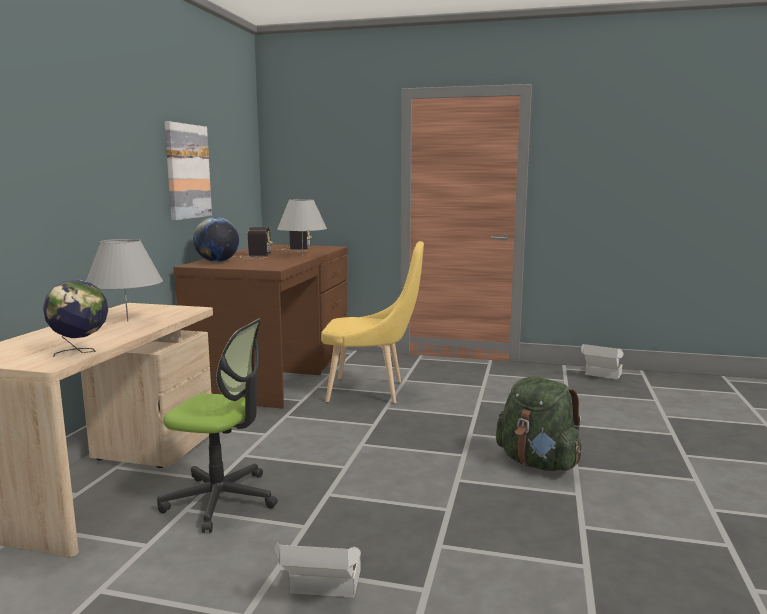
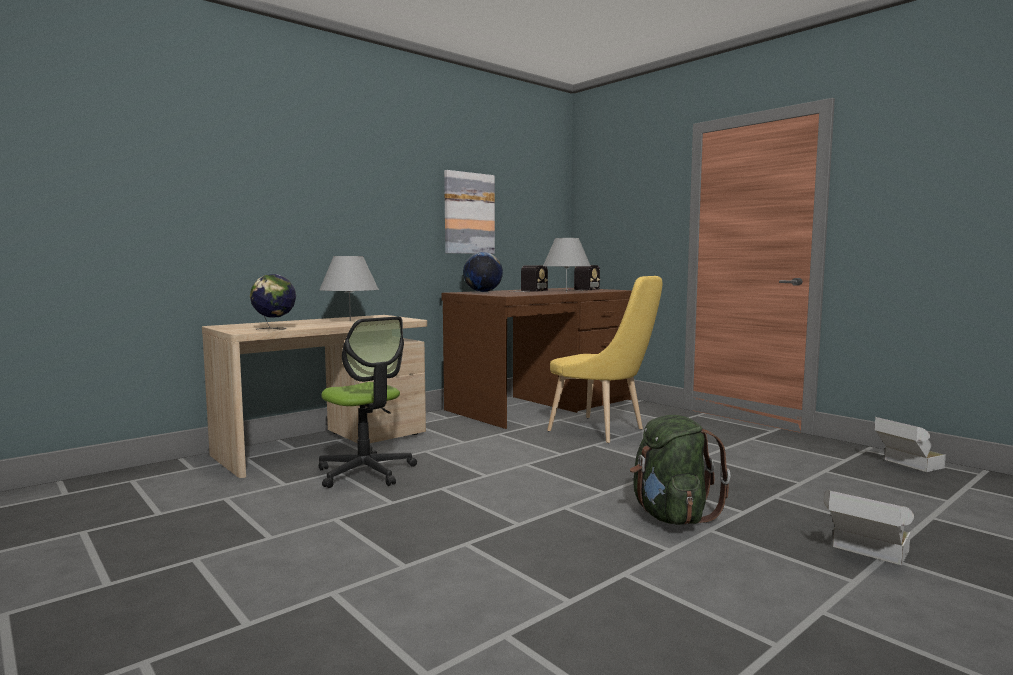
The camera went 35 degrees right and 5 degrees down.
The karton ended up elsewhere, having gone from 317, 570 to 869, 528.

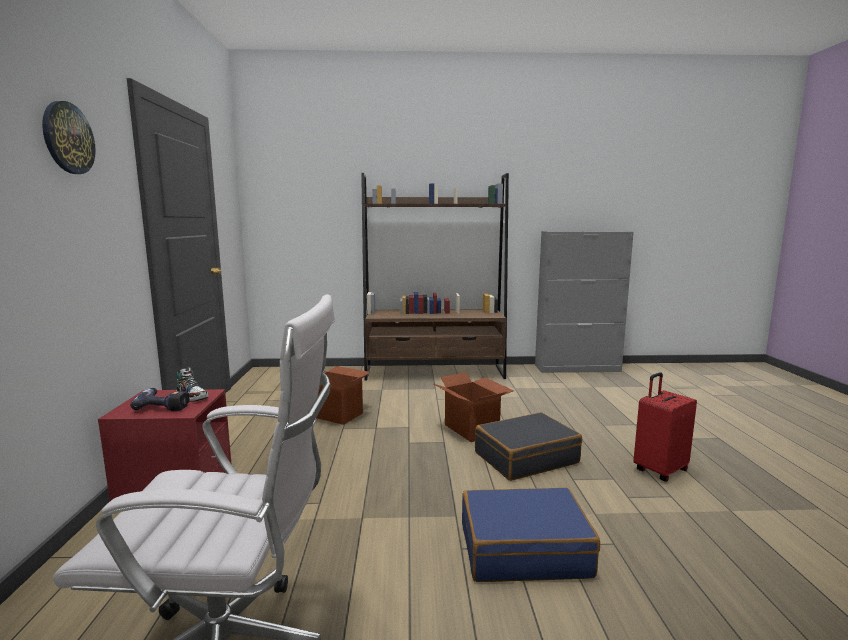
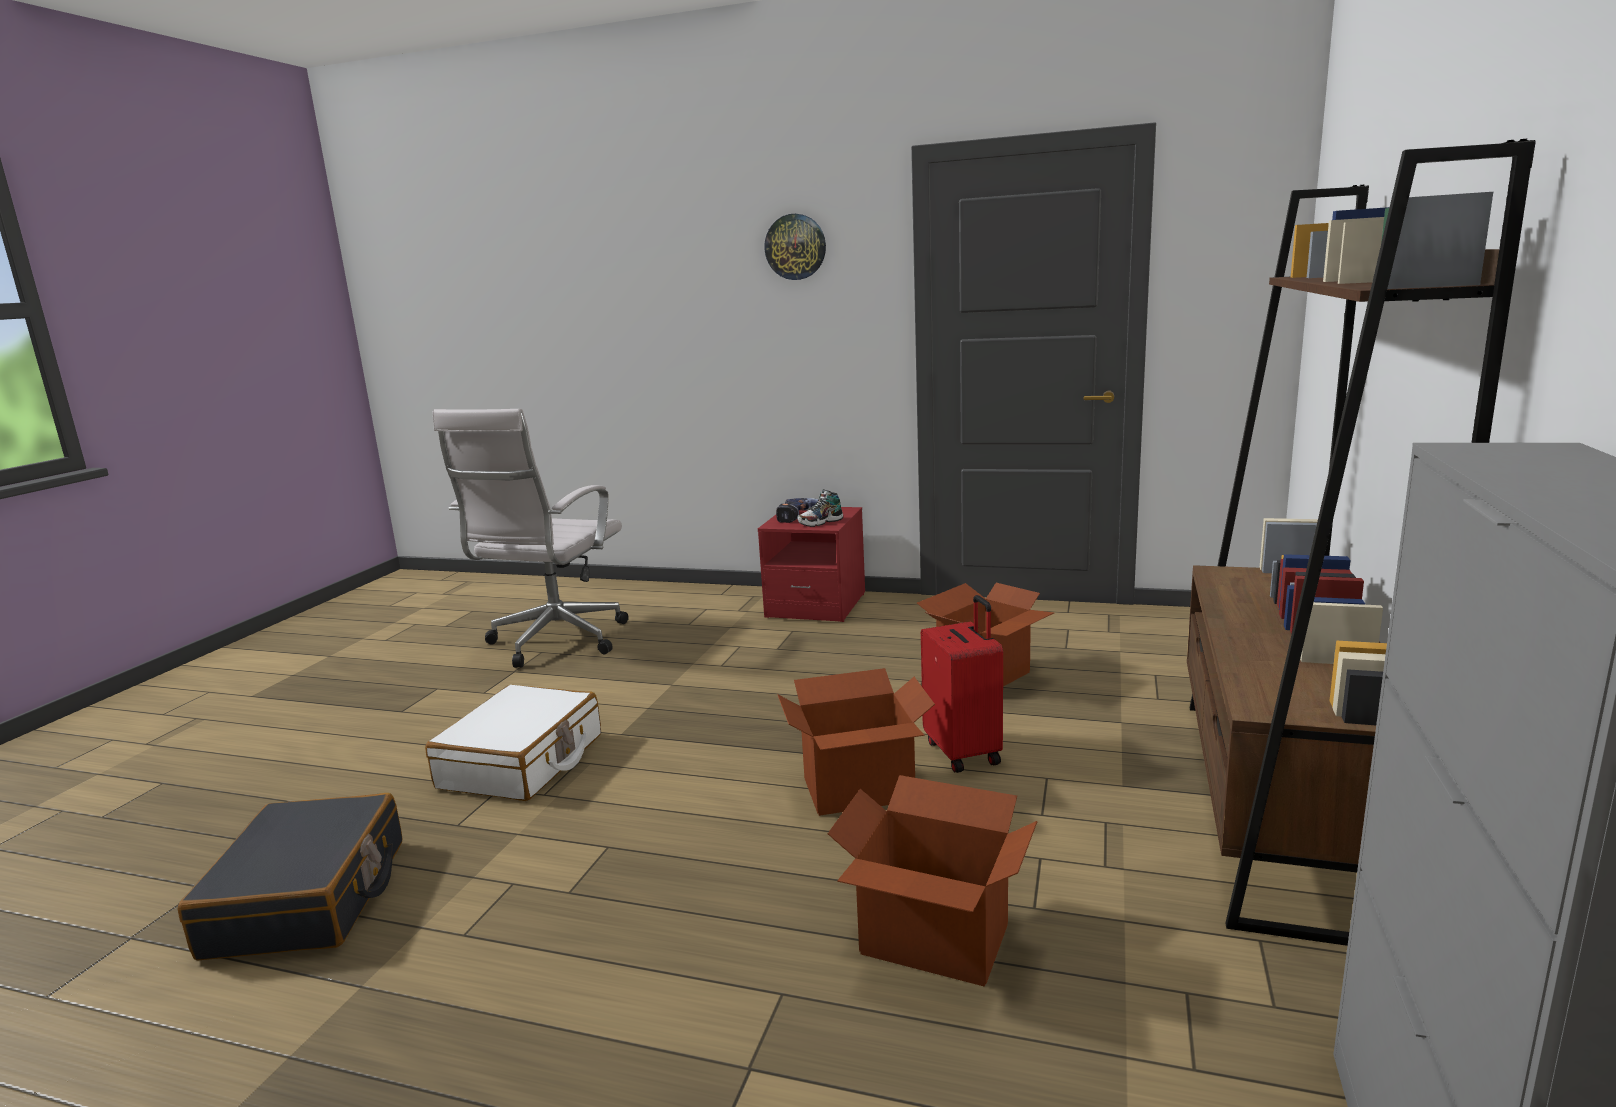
The camera went 110 degrees right and 5 degrees up.
The walizka/czerwony ended up elsewhere, having gone from 665, 427 to 962, 684.
The walizka/czarny ended up elsewhere, having gone from 528, 446 to 290, 876.
What was the walizka/niebieski at 531, 534 turned into the walizka/biały at 513, 743.
The second view gained the karton at 932, 881.

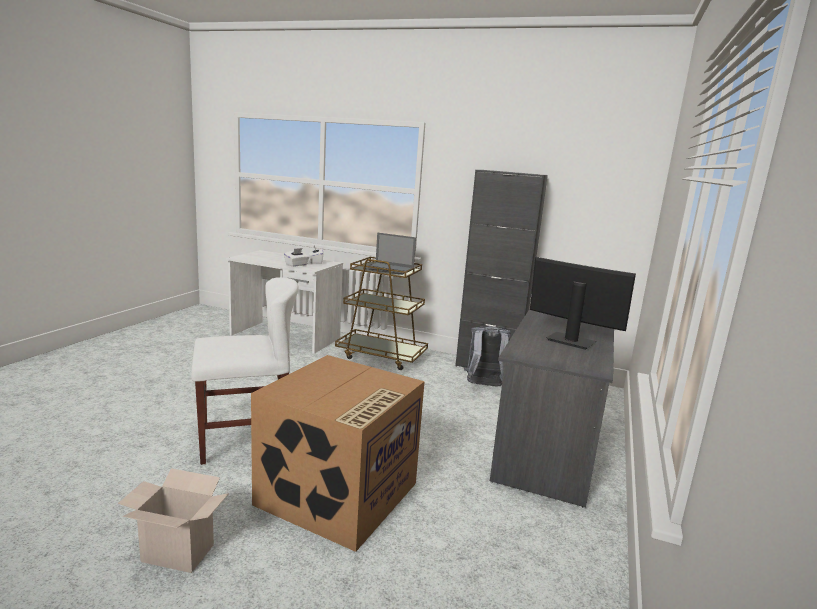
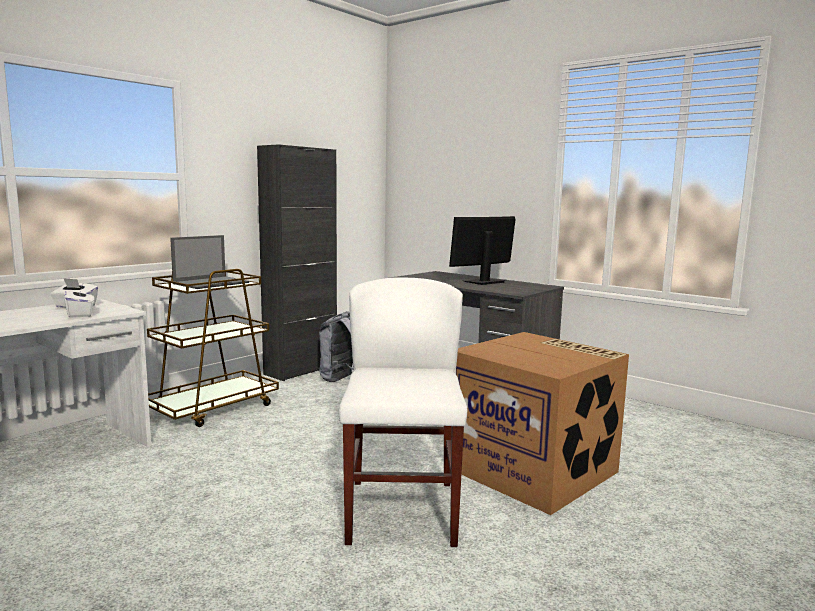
The camera went 70 degrees left and 5 degrees down.
The second view lost the karton at 173, 520.

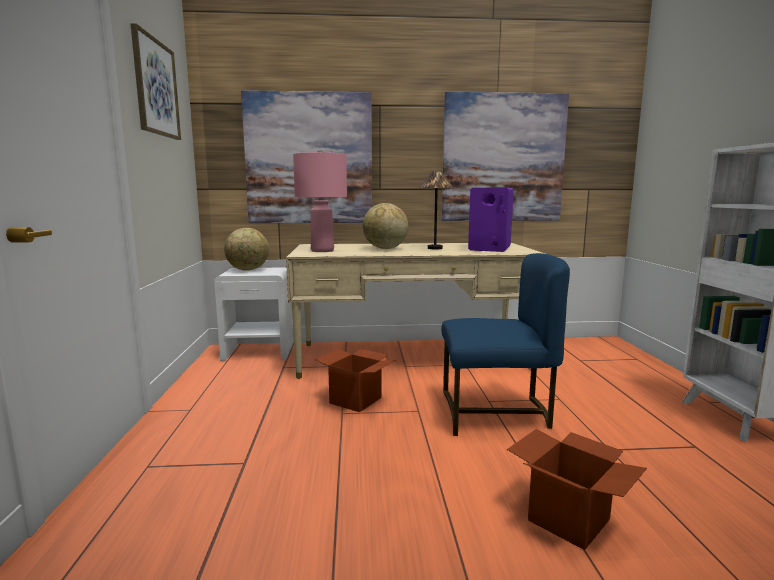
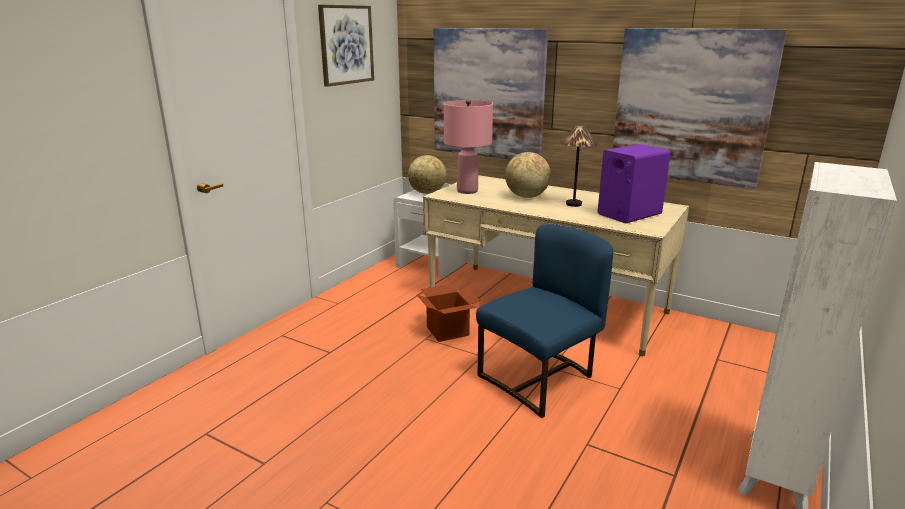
The camera went 35 degrees right and 10 degrees up.
The krzesło/niebieski at 505, 344 ended up facing another way, 75 degrees counterclockwise from before.
The second view lost the karton at 577, 489.

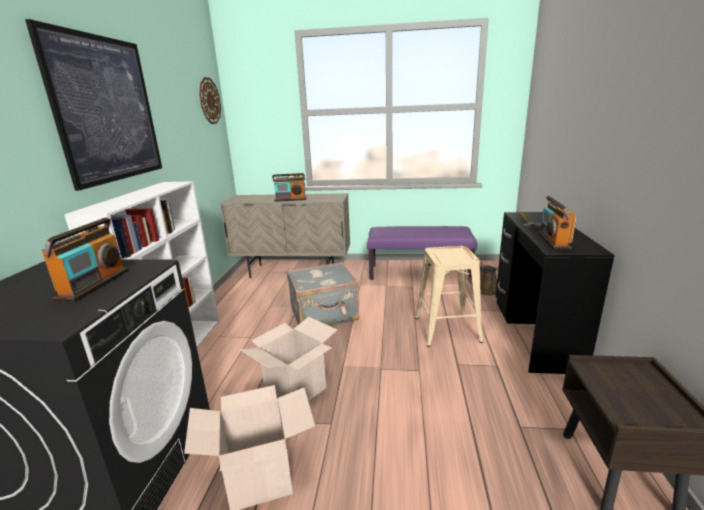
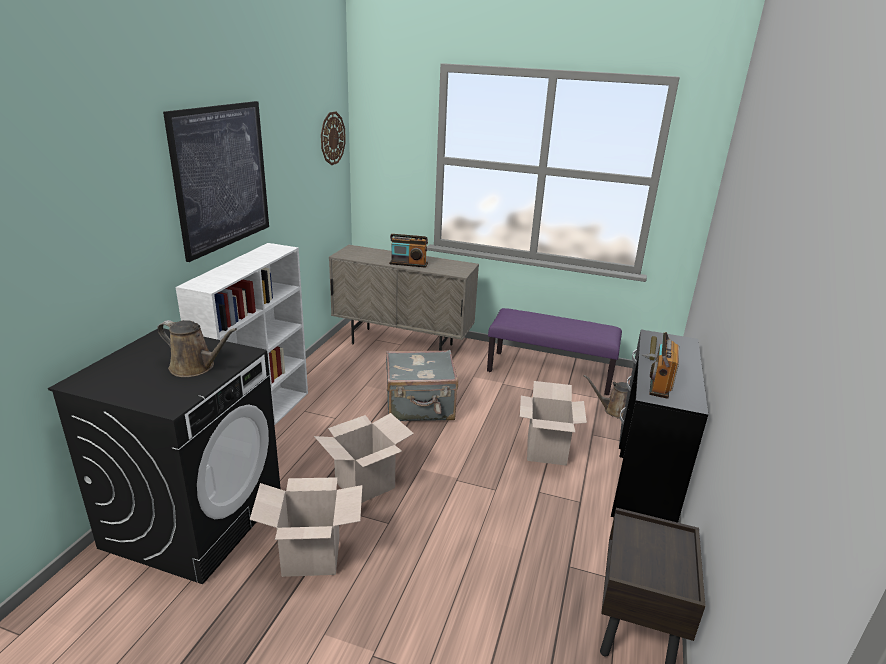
The camera went 10 degrees right and 5 degrees up.
Where the radio stood at 85, 260, the konewka/brązowy came to stand at 197, 348.
Where the stołek/beżowy stood at 449, 296, the karton came to stand at 553, 423.

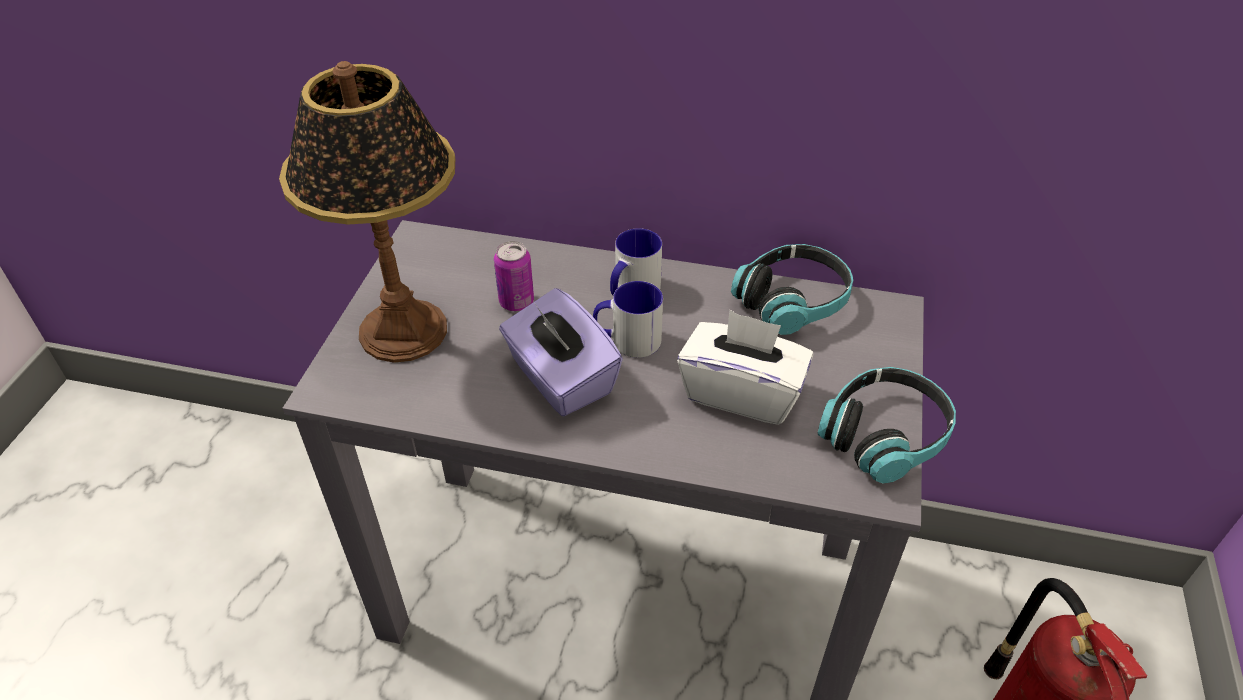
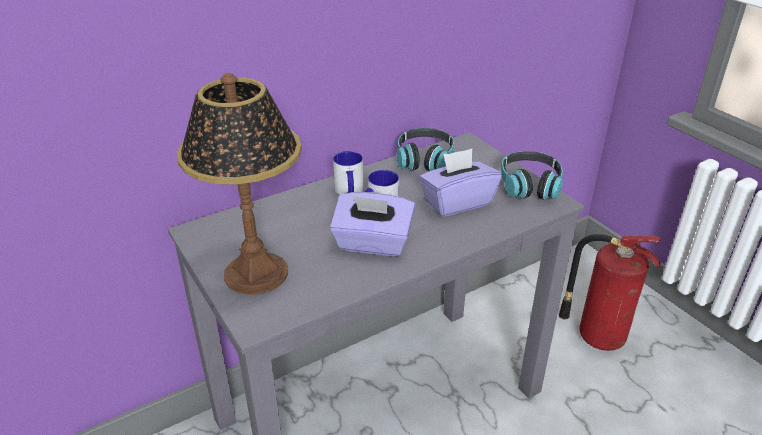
The camera went 45 degrees left and 10 degrees down.
The second view lost the puszka at 514, 276.
What was the pudełko chusteczek/biały at 745, 367 turned into the pudełko chusteczek/fioletowy at 460, 183.

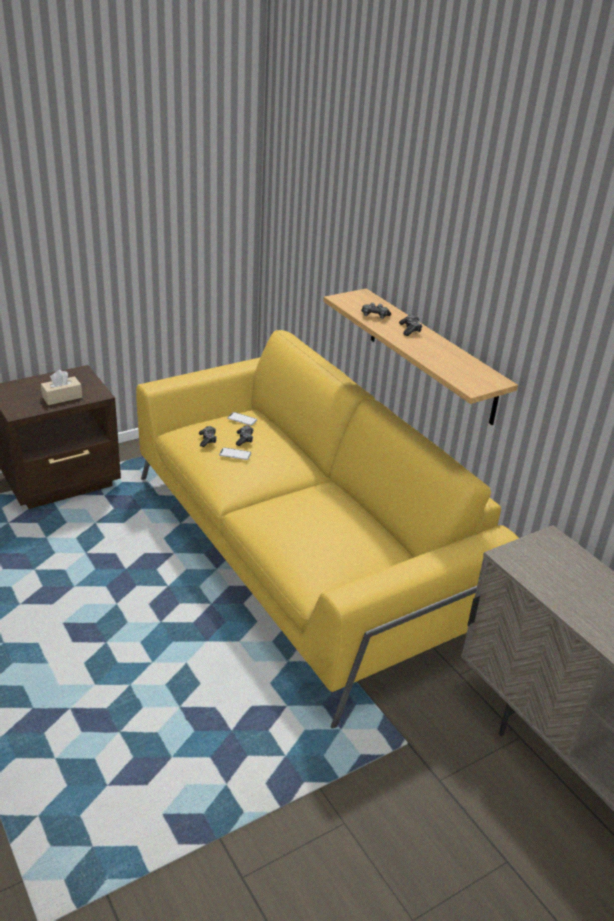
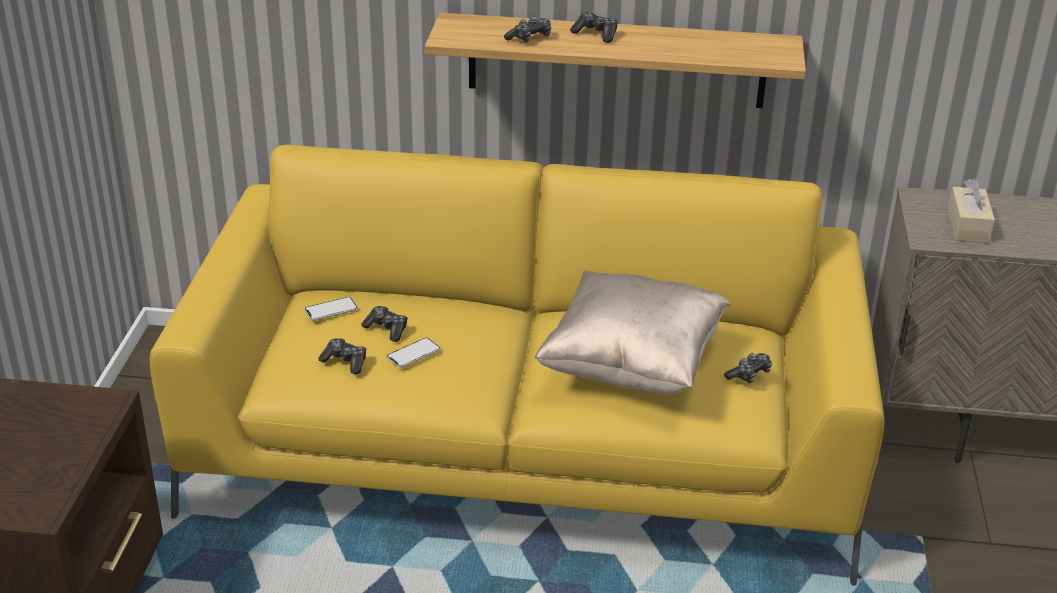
The camera went 50 degrees left and 0 degrees up.
The pudełko chusteczek/beżowy ended up elsewhere, having gone from 61, 387 to 971, 210.
The second view gained the poduszka/beżowy at 633, 332.
The second view gained the pad do gier at 748, 368.

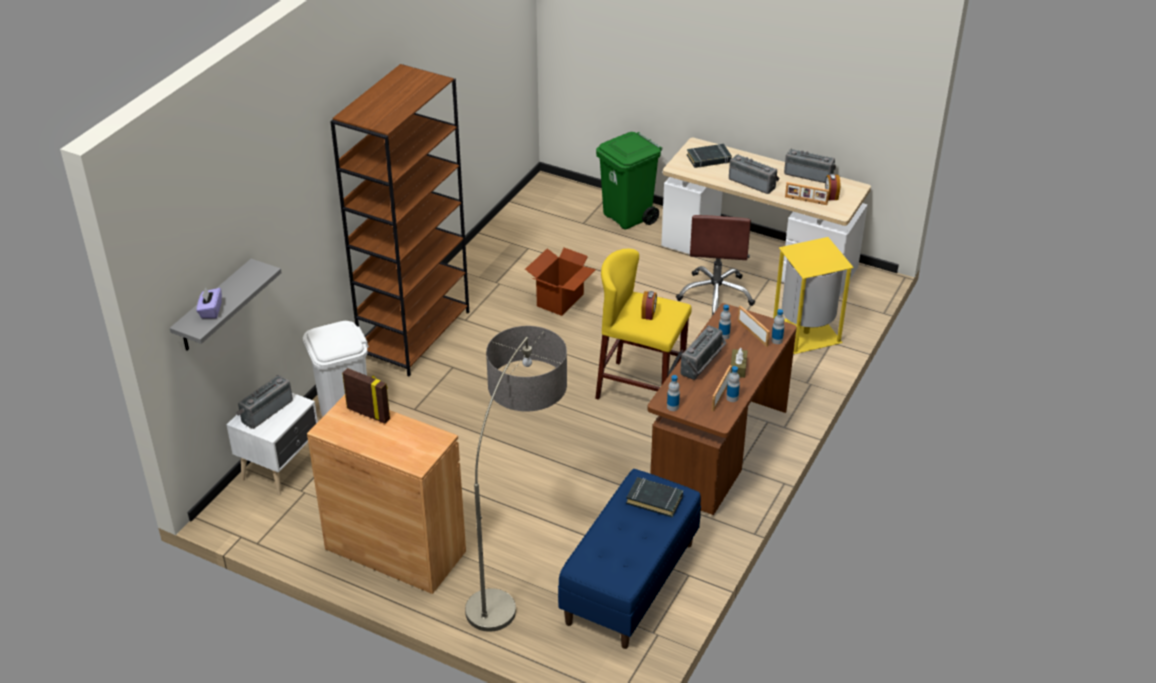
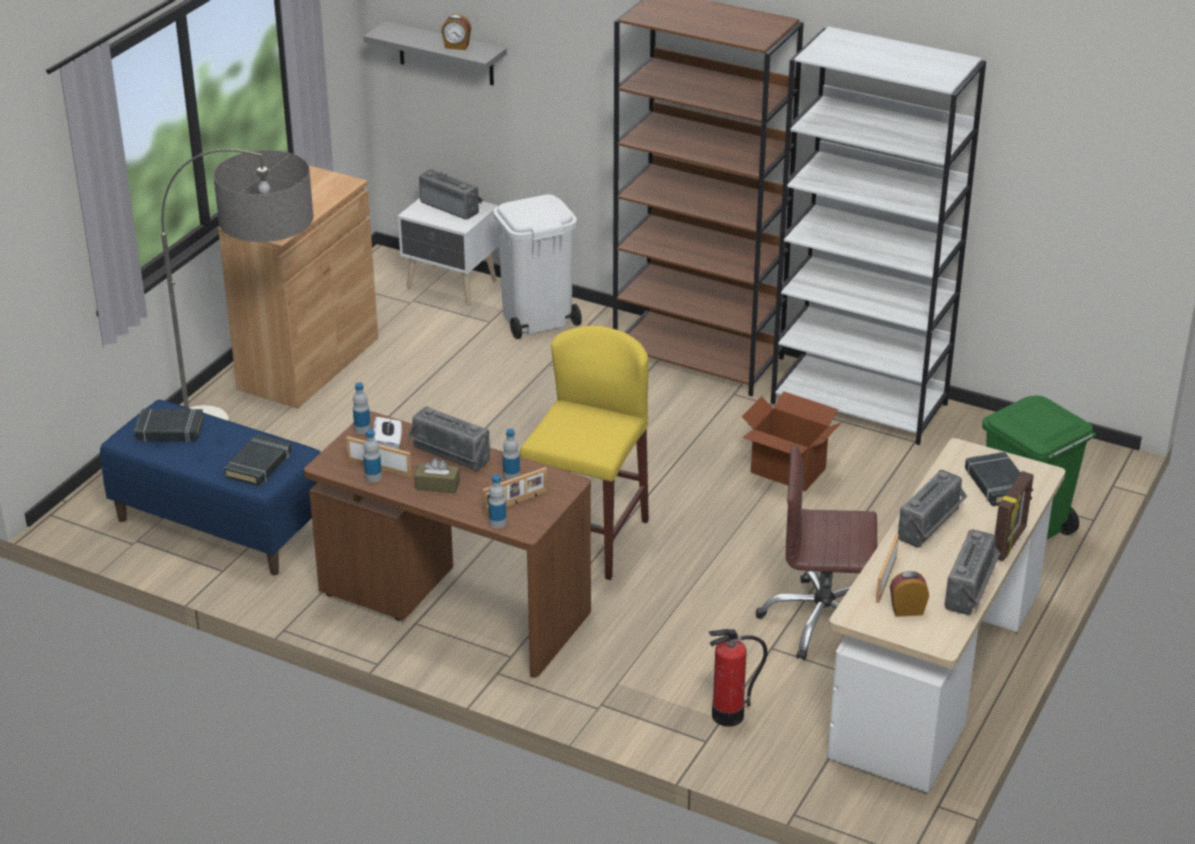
The camera went 90 degrees right and 5 degrees down.
Where the kosz na śmieci/żółty stood at 813, 295, the gaśnica came to stand at 738, 678.
The second view lost the pudełko chusteczek/fioletowy at 209, 302.
The budzik ended up elsewhere, having gone from 649, 305 to 456, 32.
The ramka na zdjęcie ended up elsewhere, having gone from 366, 396 to 1013, 516.
The second view gained the regał/biały at 878, 235.
The second view gained the książka/czarny at 169, 425.
The second view gained the pudełko chusteczek/biały at 387, 432.

